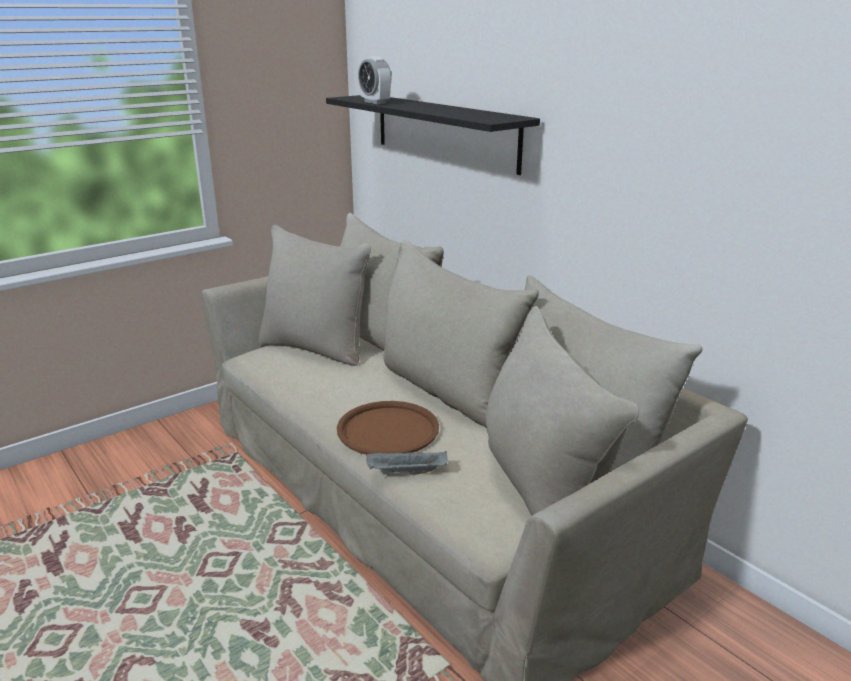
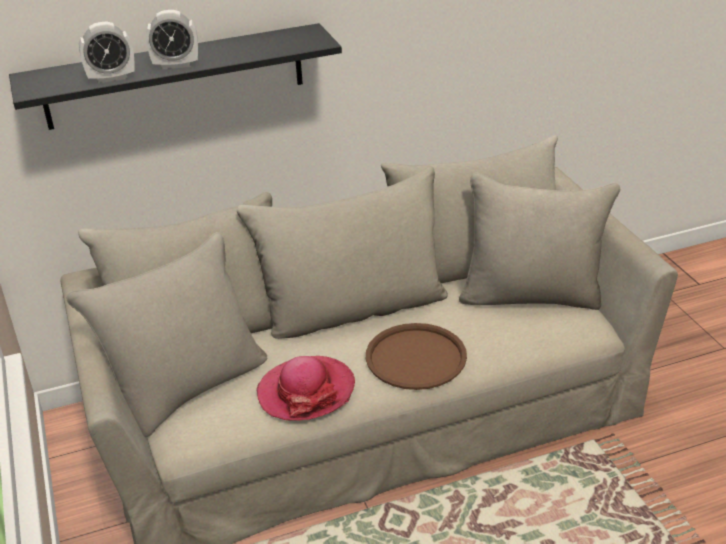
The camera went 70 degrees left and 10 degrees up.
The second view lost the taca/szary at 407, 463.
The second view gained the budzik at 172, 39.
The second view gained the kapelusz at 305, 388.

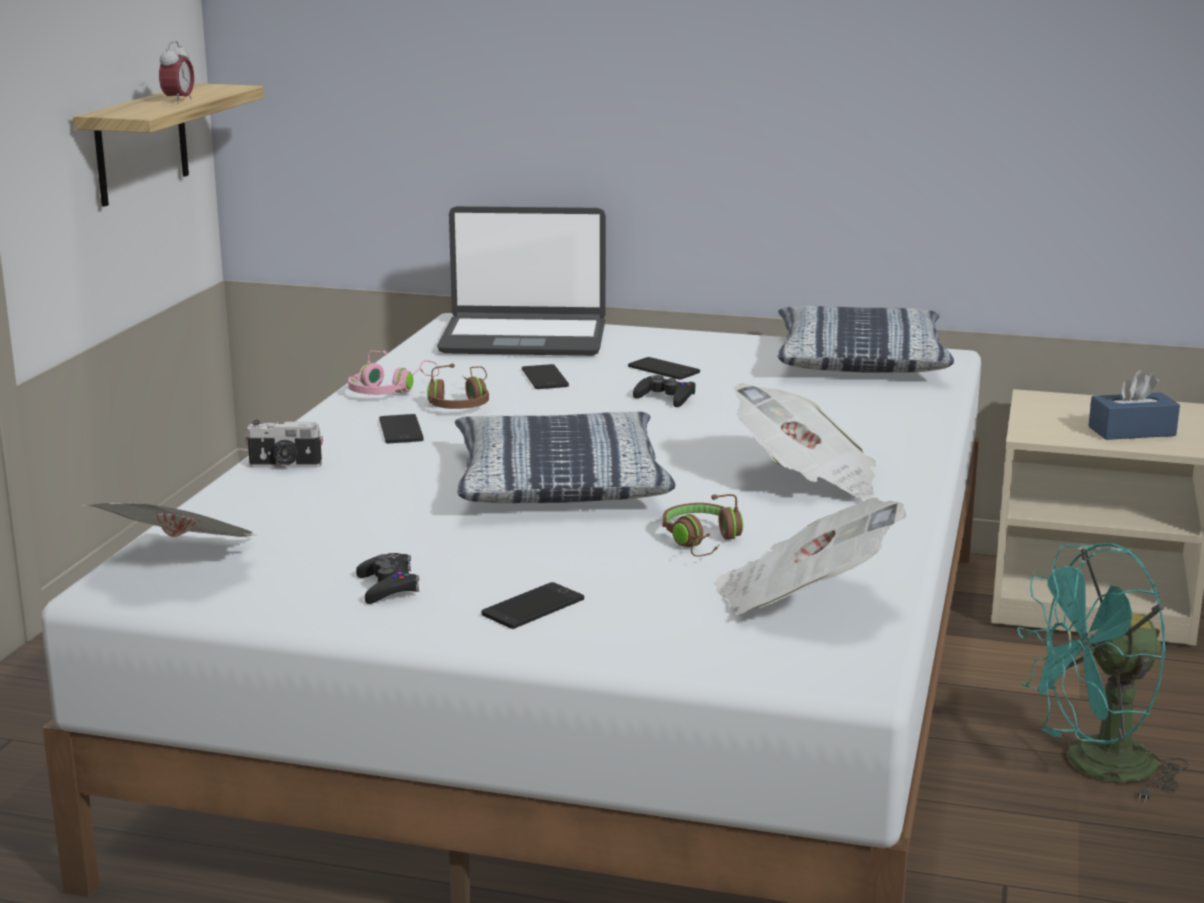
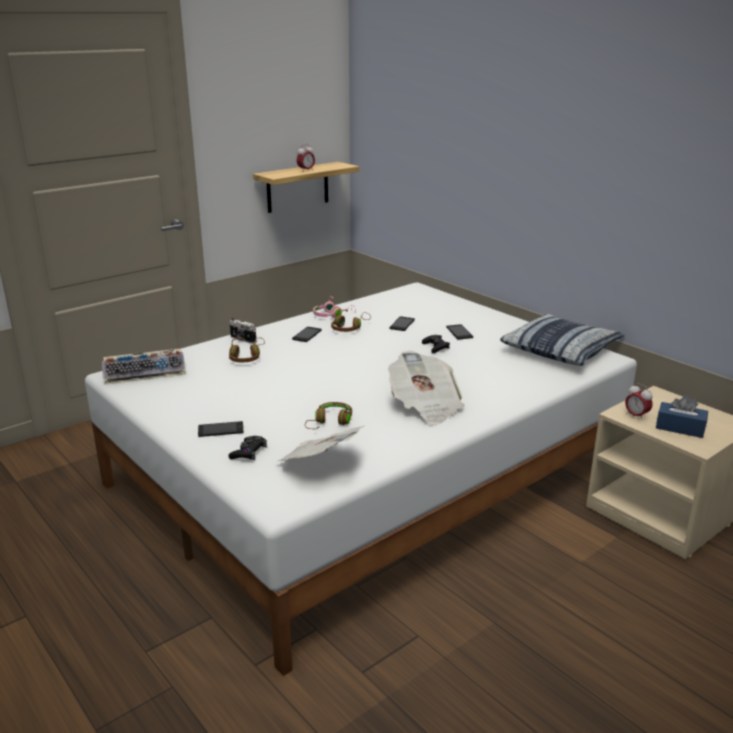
The camera went 35 degrees right and 5 degrees up.
The second view lost the laptop at 521, 281.
The second view lost the poduszka at 565, 457.
Where the gazeta stood at 169, 519, the klawiatura came to stand at 144, 366.
The second view lost the wentylator/turkusowy at 1103, 672.
The pad do gier/czarny ended up elsewhere, having gone from 387, 578 to 248, 448.
The second view gained the słuchawki/brązowy at 247, 350.
The second view gained the budzik at 639, 402.

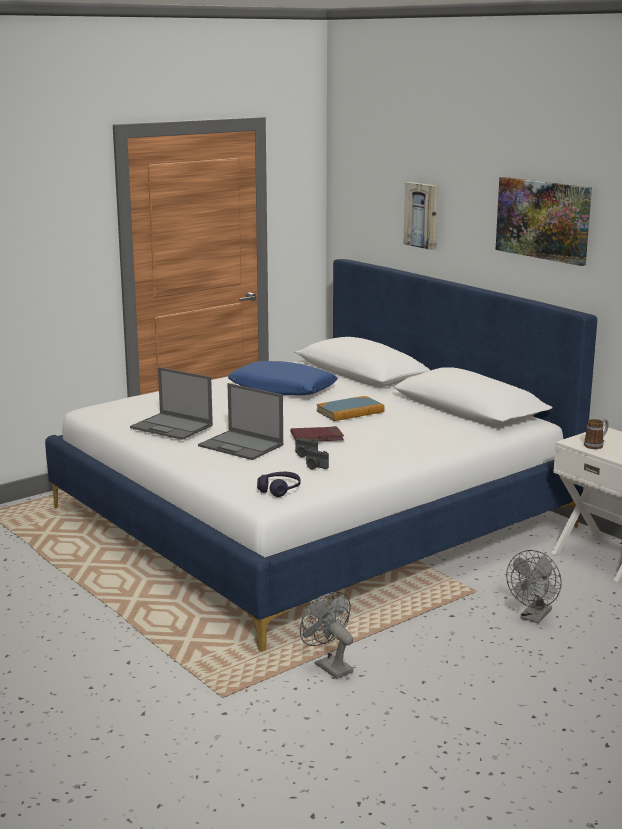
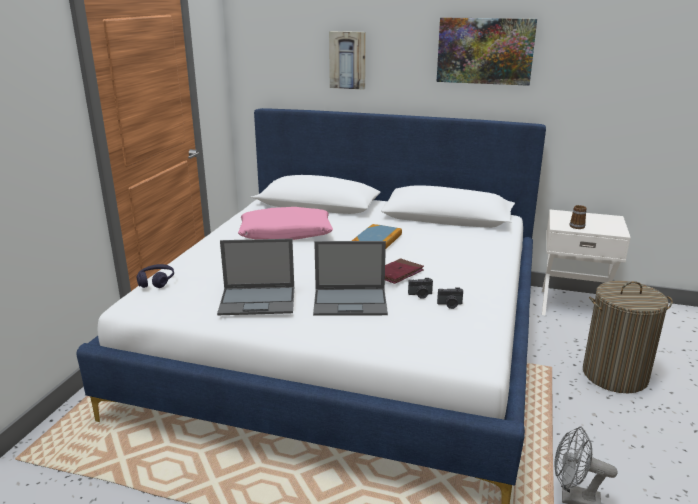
The camera went 35 degrees left and 5 degrees up.
What was the poduszka/niebieski at 283, 378 turned into the poduszka/różowy at 285, 223.
The słuchawki/fioletowy ended up elsewhere, having gone from 278, 484 to 155, 276.
Where the wentylator/szary stood at 534, 586, the kosz na pranie came to stand at 628, 337.

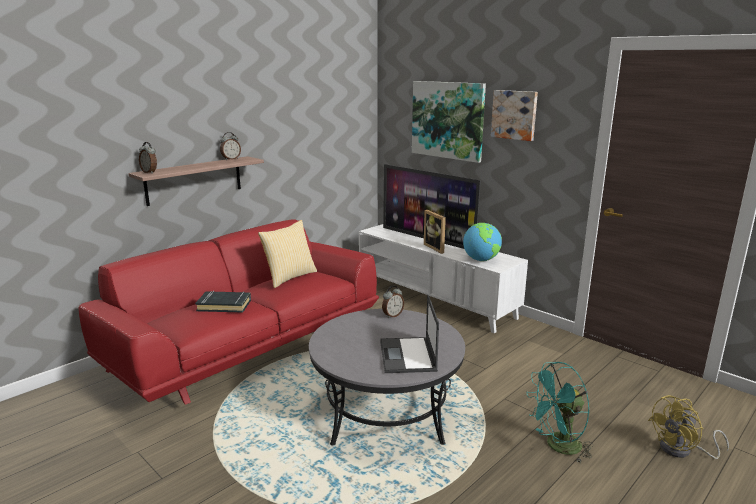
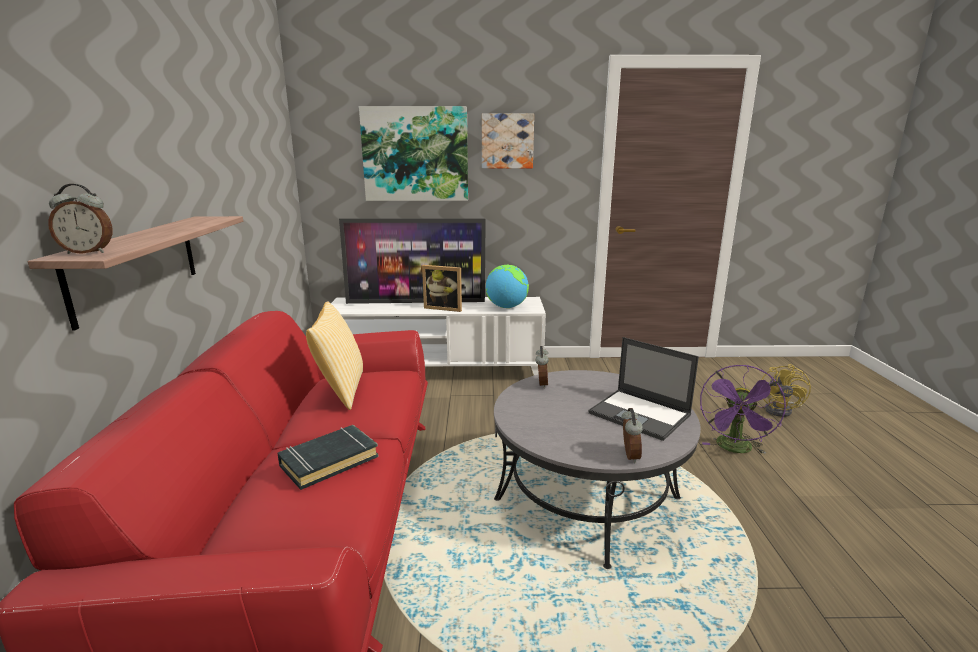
The camera went 45 degrees left and 0 degrees up.
The budzik ended up elsewhere, having gone from 230, 146 to 632, 436.
What was the wentylator/turkusowy at 560, 412 turned into the wentylator/fioletowy at 743, 409.

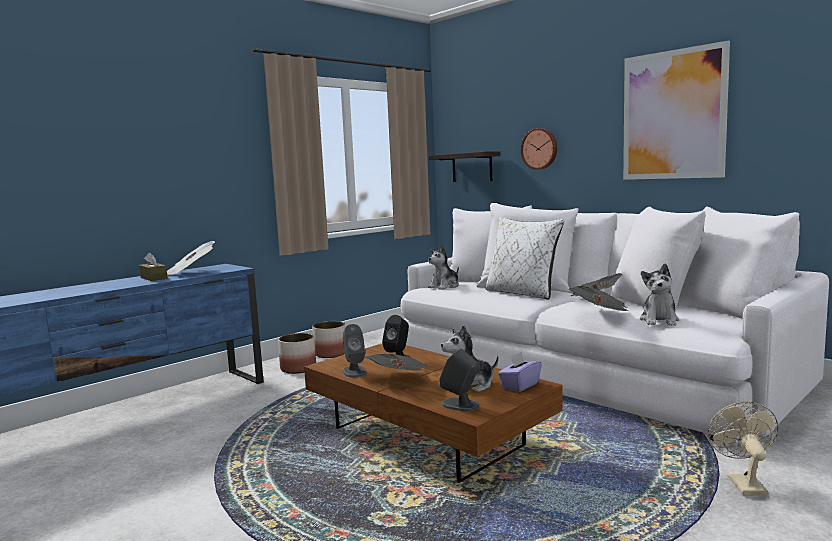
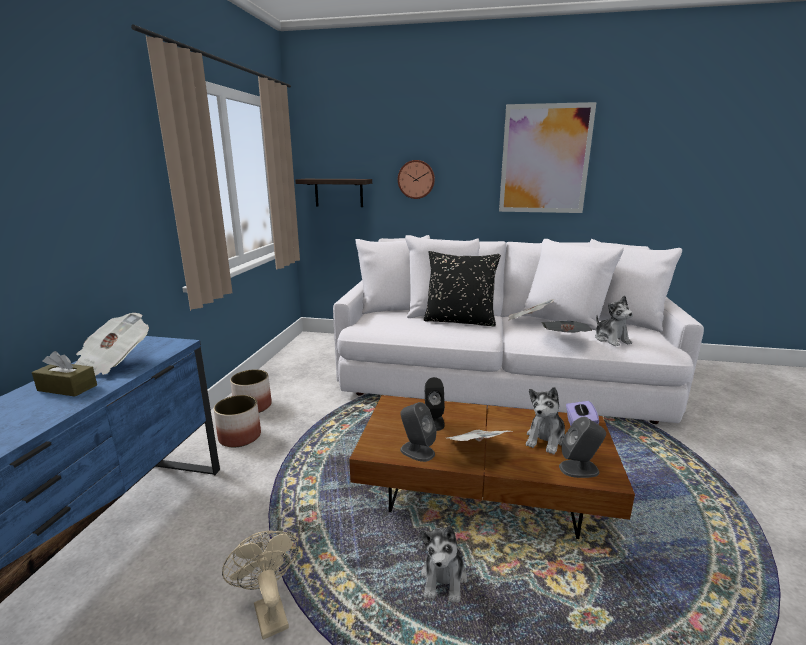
The camera went 35 degrees left and 10 degrees up.
What was the poduszka/biały at 524, 258 turned into the poduszka/czarny at 462, 289.
The pluszak ended up elsewhere, having gone from 443, 267 to 444, 564.
The wentylator/beżowy ended up elsewhere, having gone from 743, 449 to 260, 585.

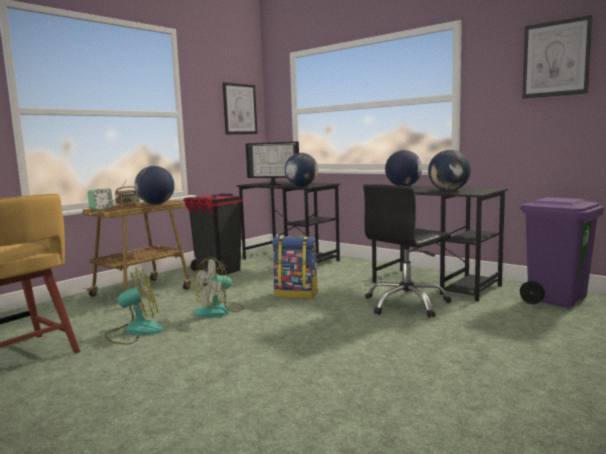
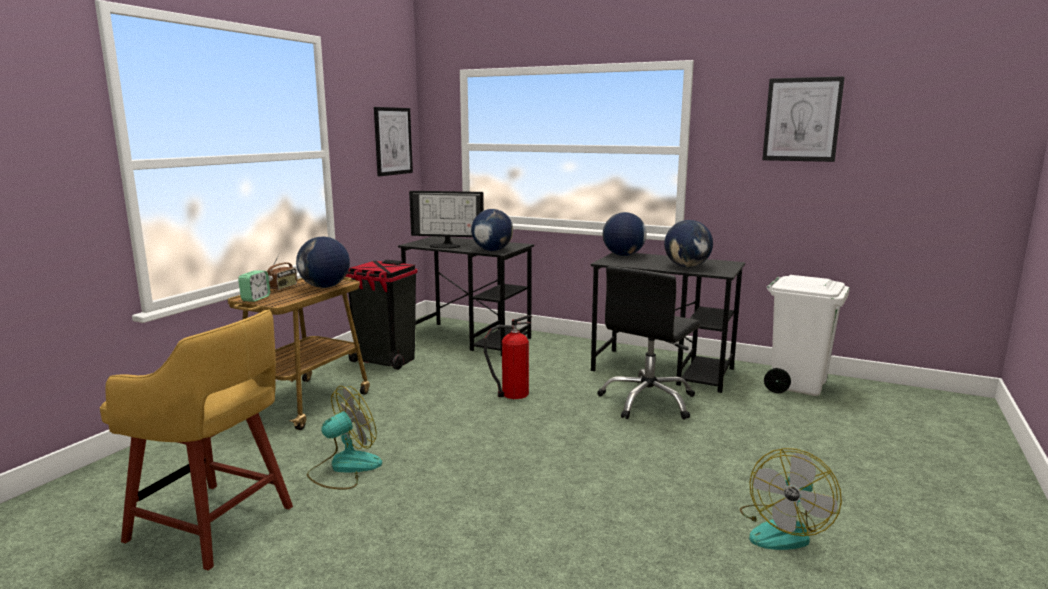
The camera went 15 degrees left and 5 degrees up.
What was the kosz na śmieci/fioletowy at 561, 252 turned into the kosz na śmieci/biały at 807, 335.
Where the plecak stood at 295, 267, the gaśnica came to stand at 508, 357.
The wentylator ended up elsewhere, having gone from 218, 287 to 791, 499.

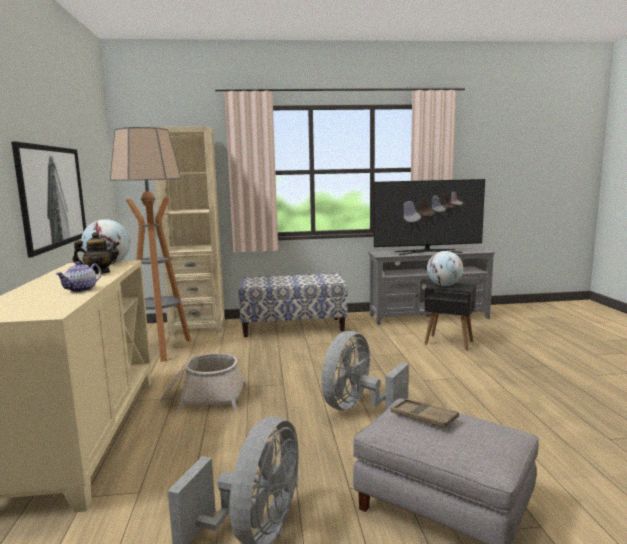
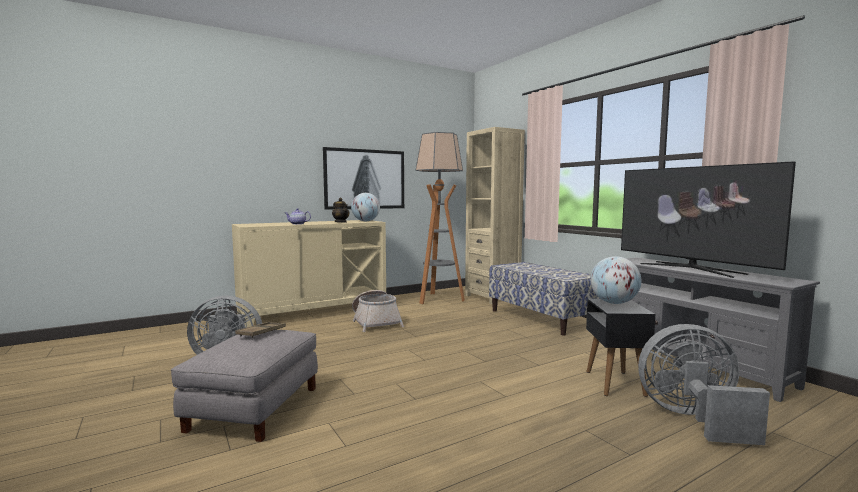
The camera went 65 degrees right and 5 degrees down.
The wentylator/szary ended up elsewhere, having gone from 365, 370 to 704, 384.

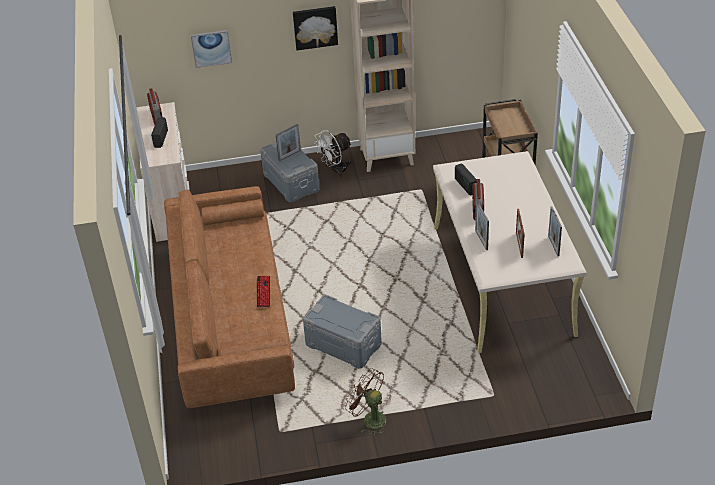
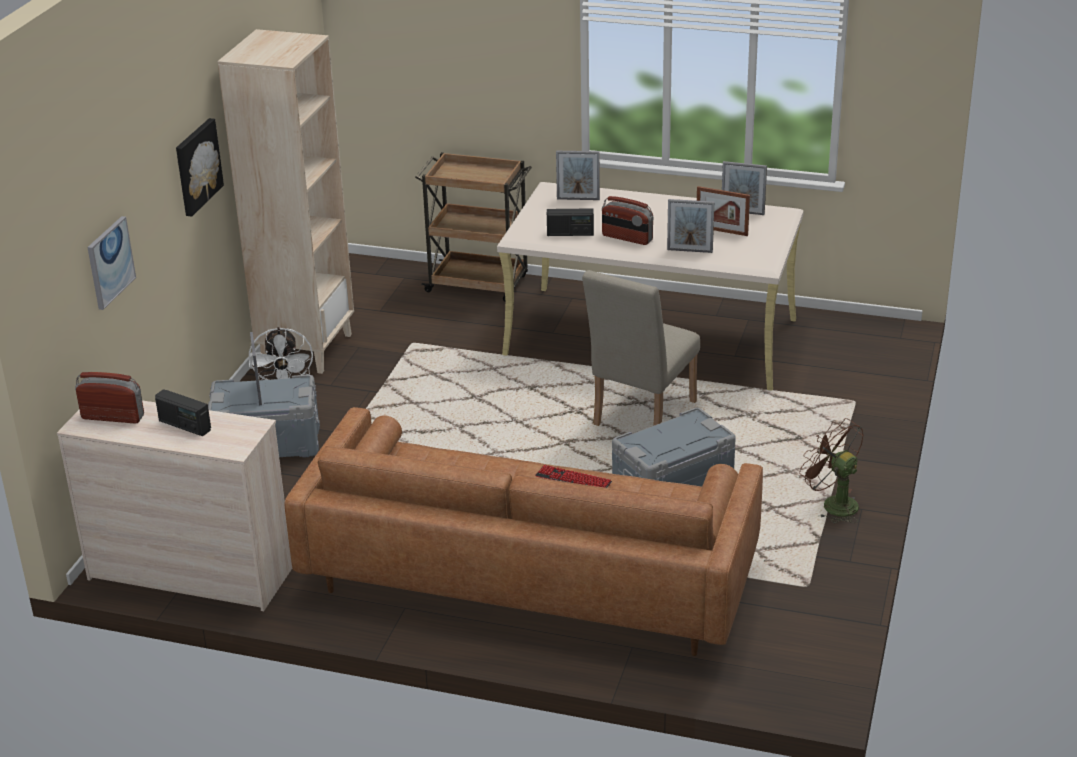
The camera went 65 degrees left and 10 degrees down.
The wentylator/brązowy at 366, 402 ended up facing another way, 75 degrees clockwise from before.
The second view gained the ramka na zdjęcie at 578, 175.
The second view gained the krzesło/beżowy at 641, 348.

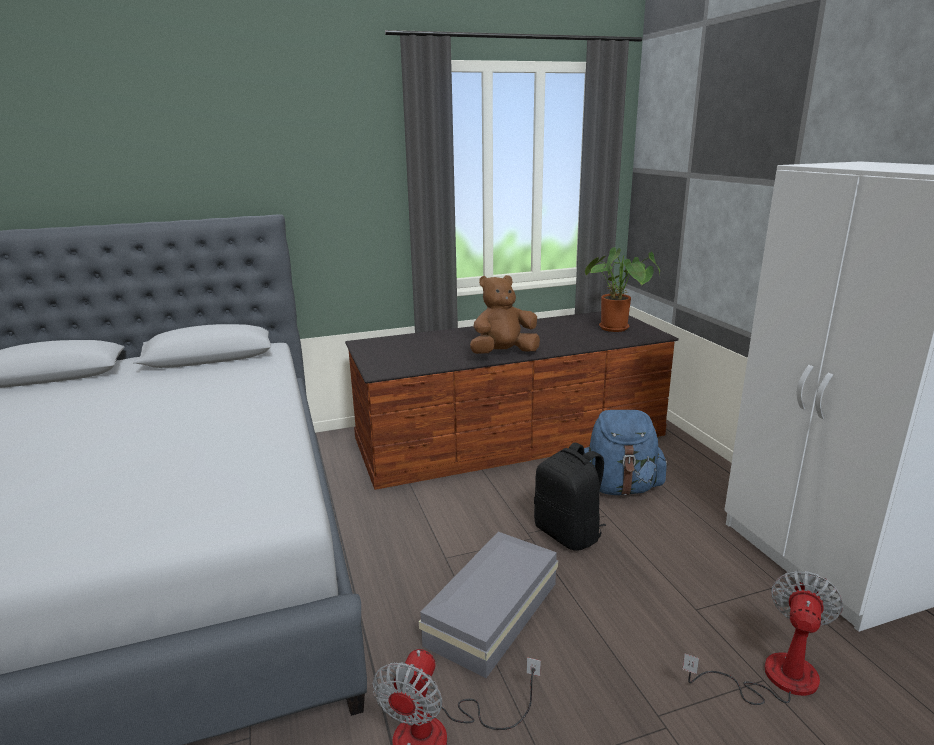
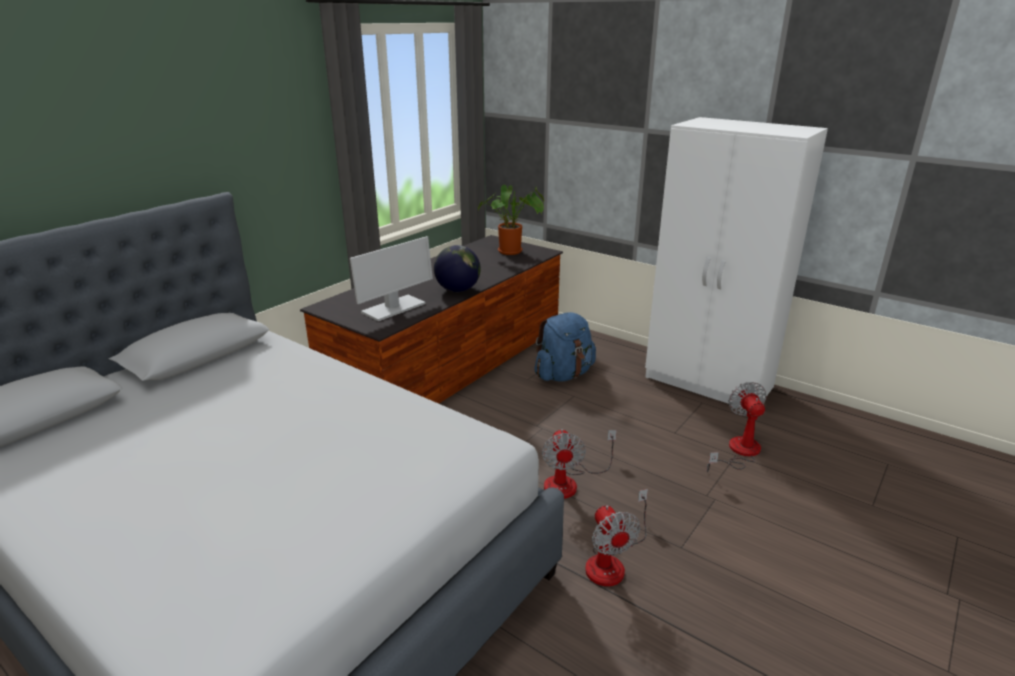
The camera went 35 degrees left and 5 degrees up.
Where the pluszak/brązowy stood at 505, 314, the globus came to stand at 457, 268.
The second view lost the plecak/czarny at 570, 497.
Where the pojemnik do przechowywania/szary stood at 488, 605, the wentylator came to stand at 579, 464.
The second view gained the monitor at 391, 278.

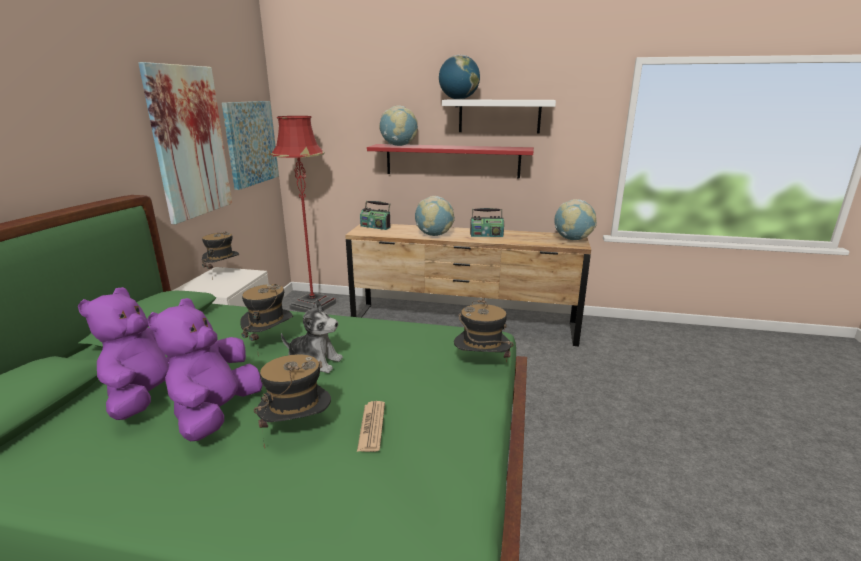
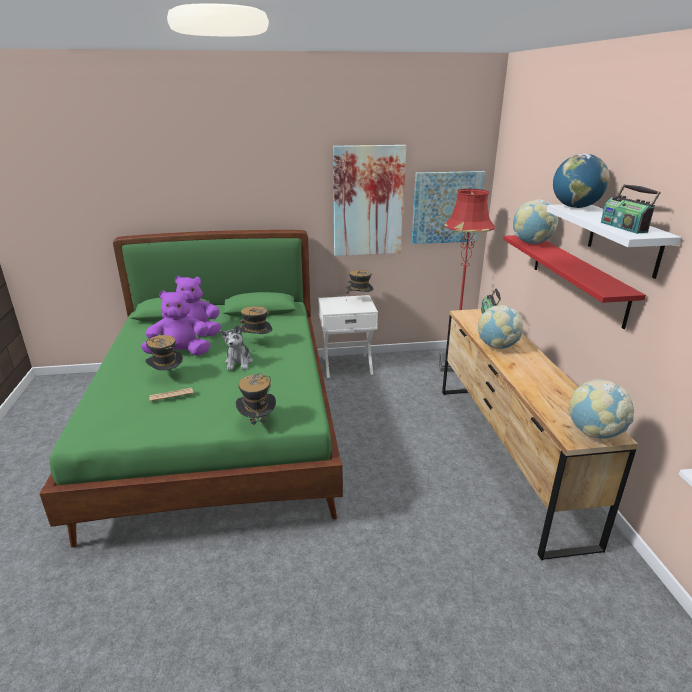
The camera went 70 degrees right and 5 degrees up.
The radio ended up elsewhere, having gone from 487, 222 to 631, 209.

